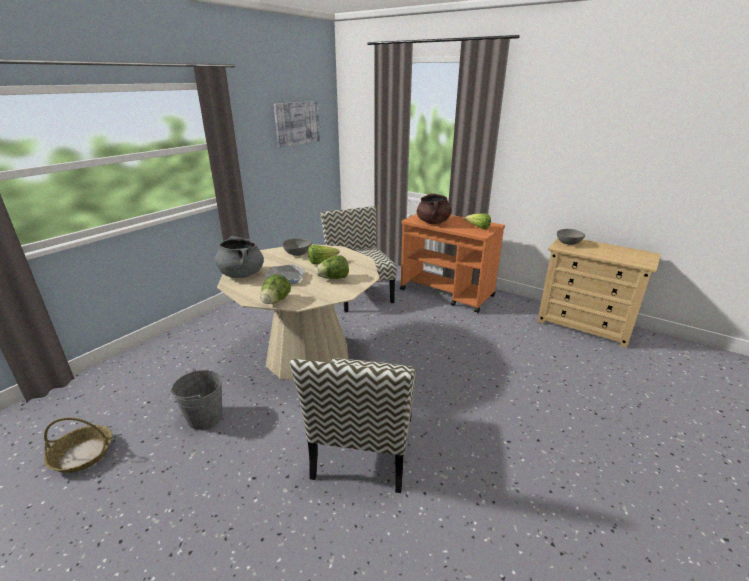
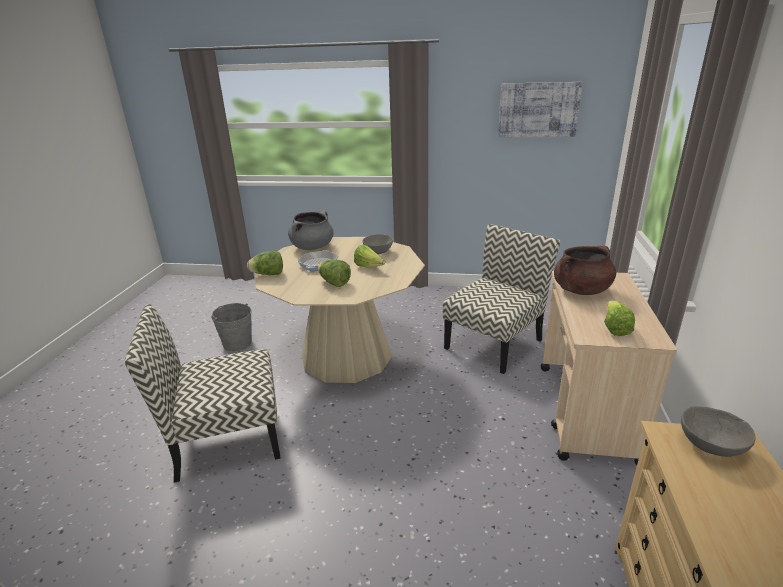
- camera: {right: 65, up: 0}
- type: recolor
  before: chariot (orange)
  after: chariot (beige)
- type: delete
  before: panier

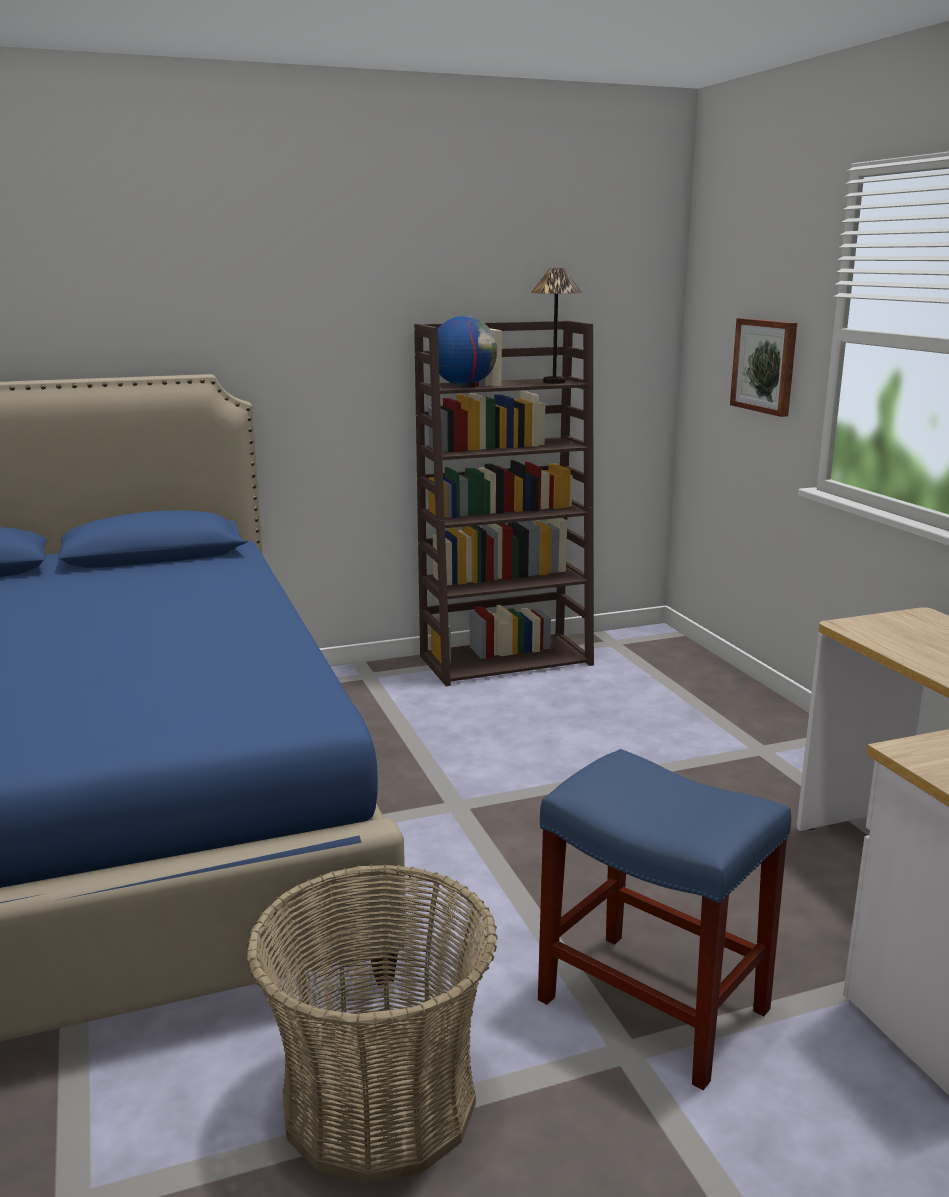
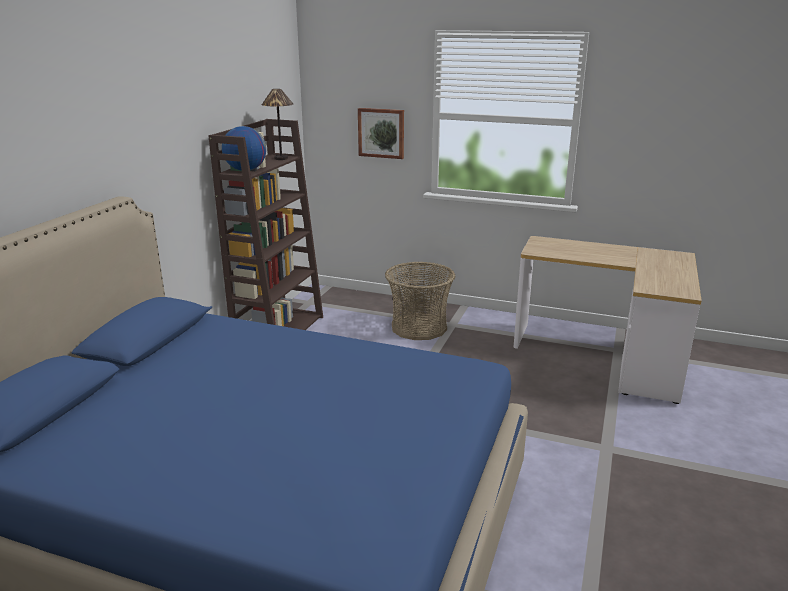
- camera: {right: -50, up: 5}
- type: move
  before: panier
- type: delete
  before: tabouret (bleu)

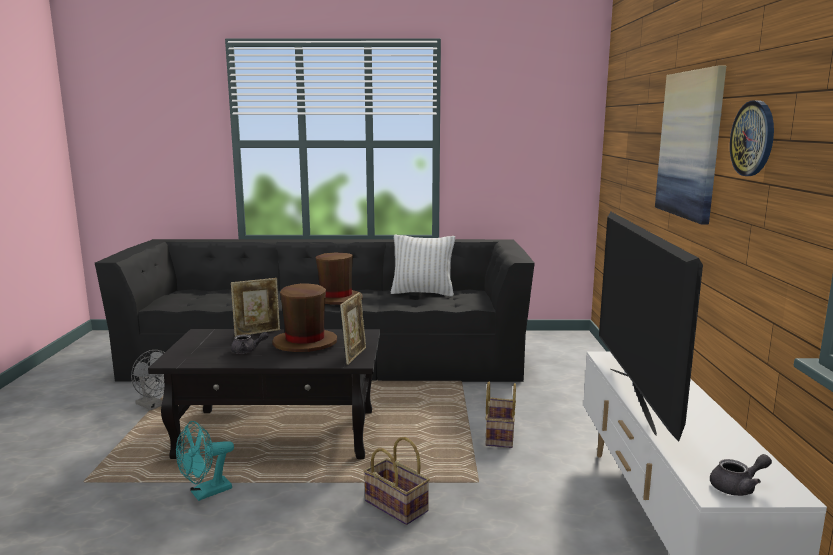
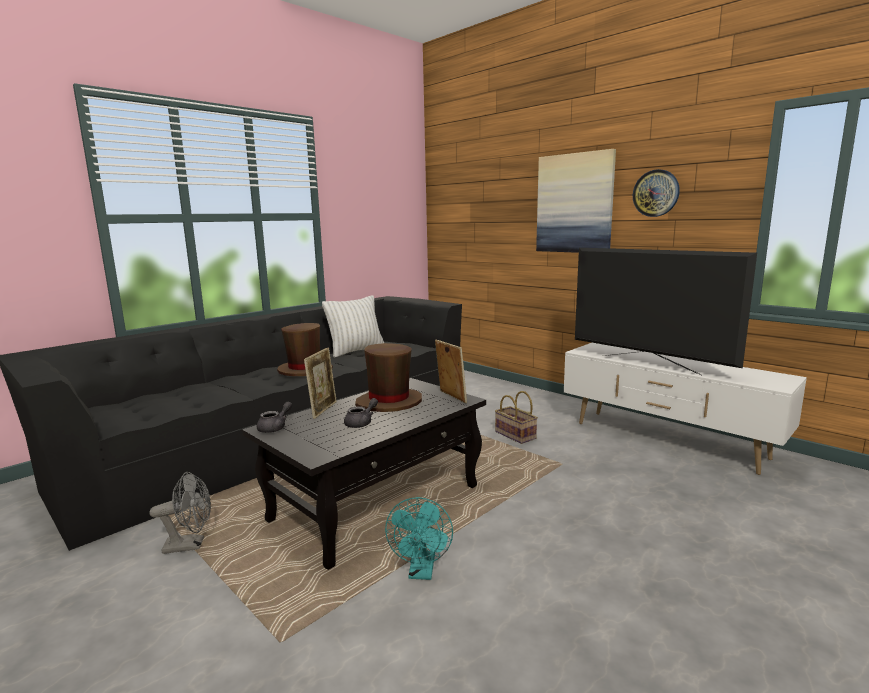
- camera: {right: -45, up: 0}
- type: move
  before: théière (gris) (2nd from left in the first image)
  after: théière (gris) (1st from left)
- type: delete
  before: panier (1st from left)

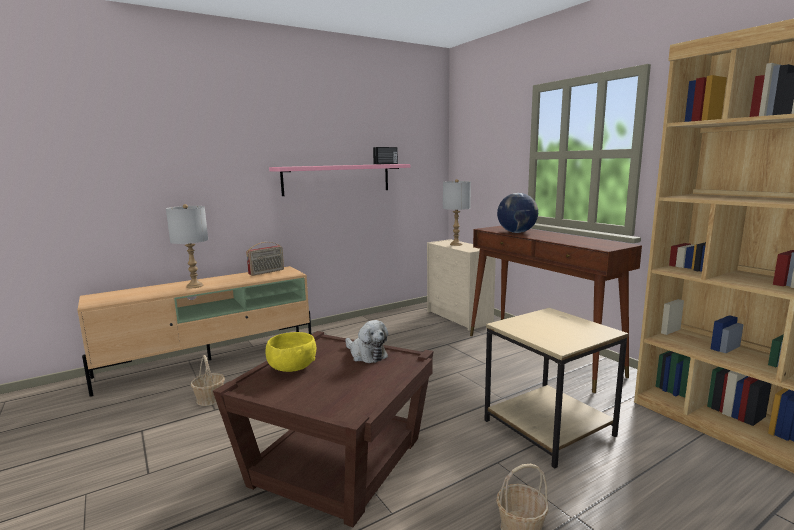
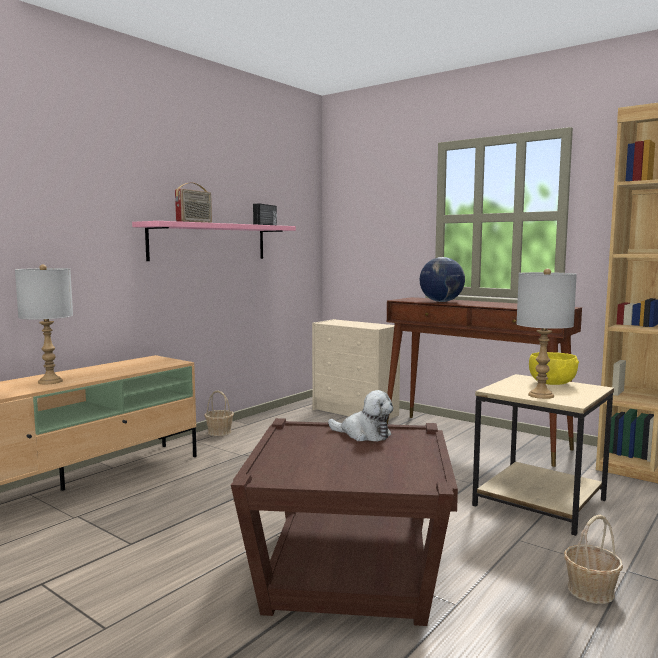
- camera: {right: -20, up: -5}
- type: move
  before: radio (1st from left)
- type: move
  before: panier (1st from left)
- type: move
  before: lampe de table (gris) (2nd from left)
- type: move
  before: bol (jaune)

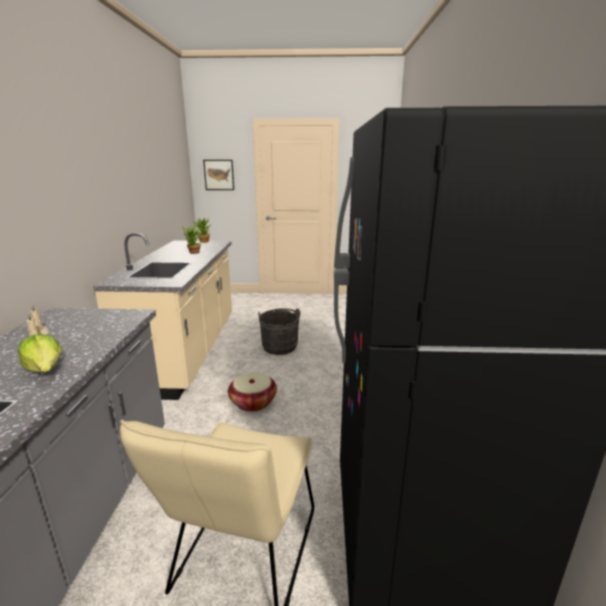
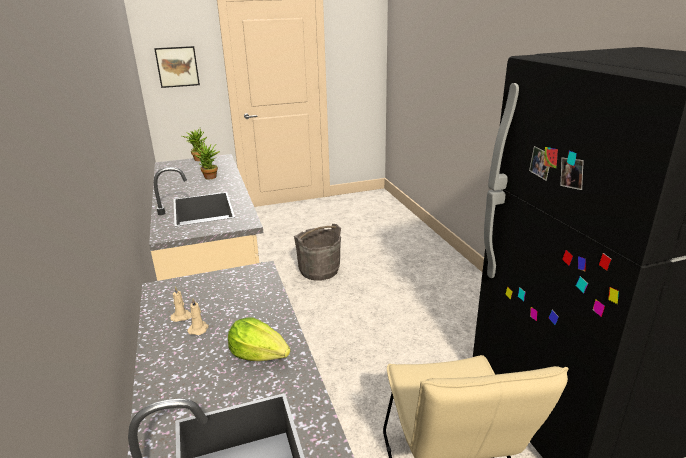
- camera: {right: -20, up: 5}
- type: delete
  before: panier

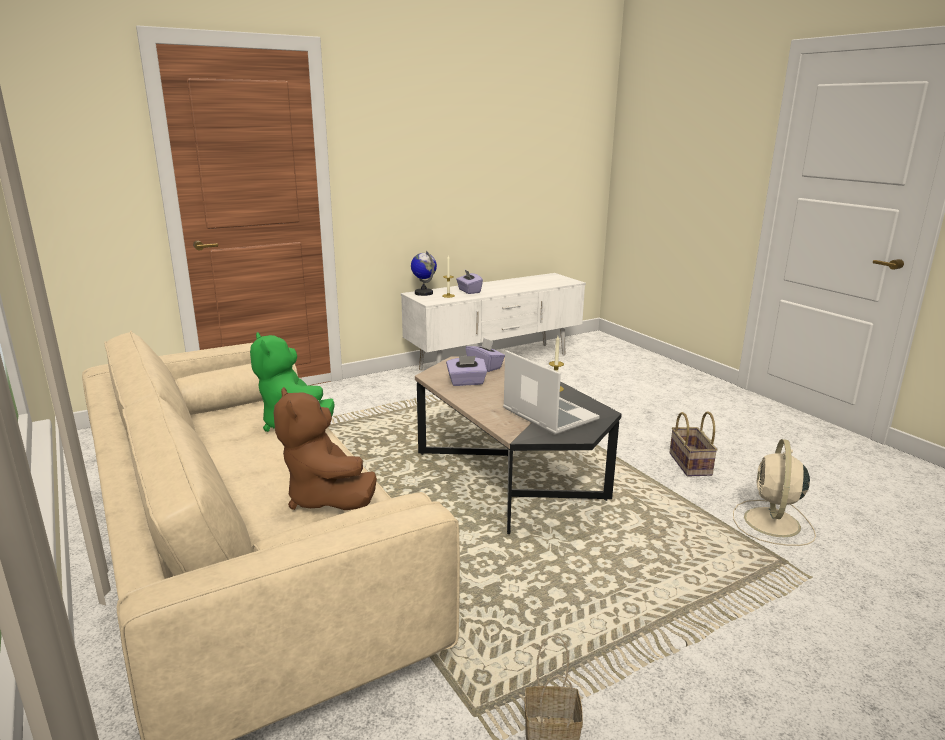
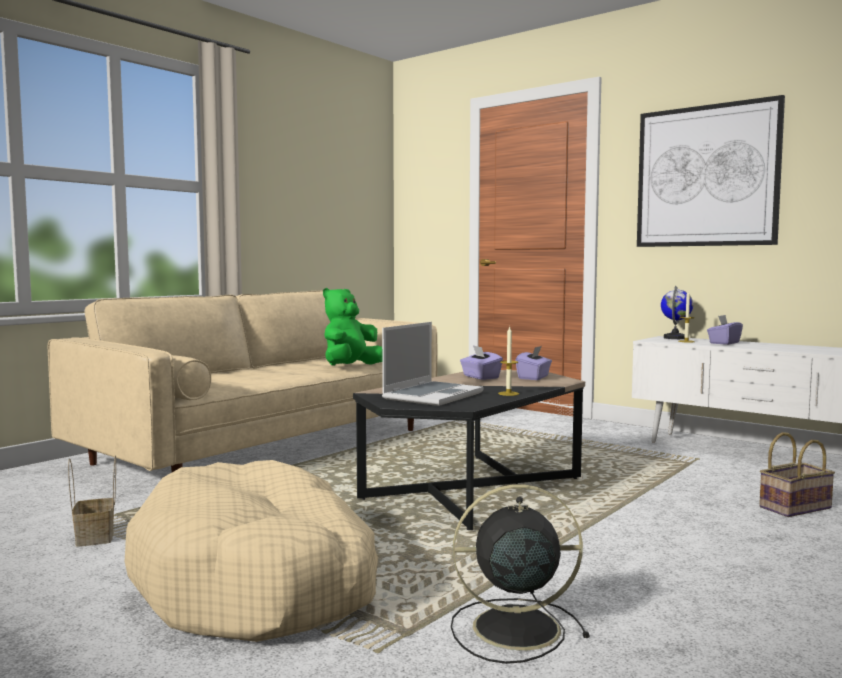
- camera: {right: 70, up: -15}
- type: insert
  after: panier pour chien (beige)
- type: recolor
  before: ventilateur (beige)
  after: ventilateur (noir)
- type: insert
  after: tableau
- type: move
  before: panier (2nd from left)
- type: delete
  before: peluche (marron)

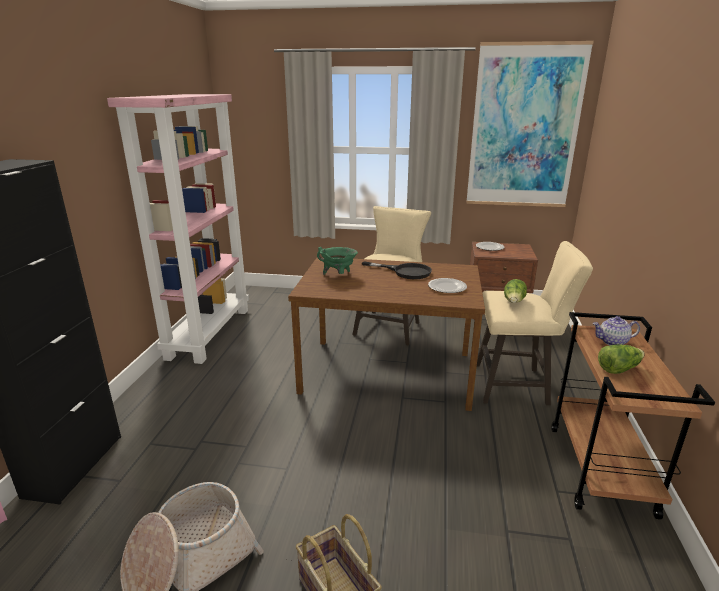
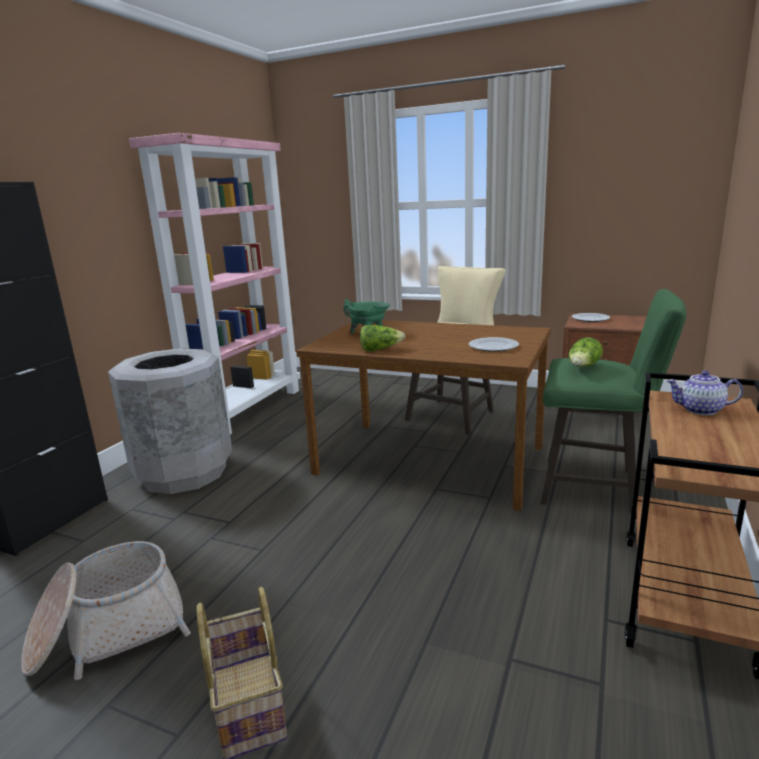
- camera: {right: 15, up: -5}
- type: insert
  after: poubelle (gris)
- type: move
  before: laitue (2nd from left in the first image)
  after: laitue (1st from left)
- type: recolor
  before: tabouret (beige) (2nd from left)
  after: tabouret (vert)
- type: delete
  before: poêle (noir)
- type: delete
  before: tableau

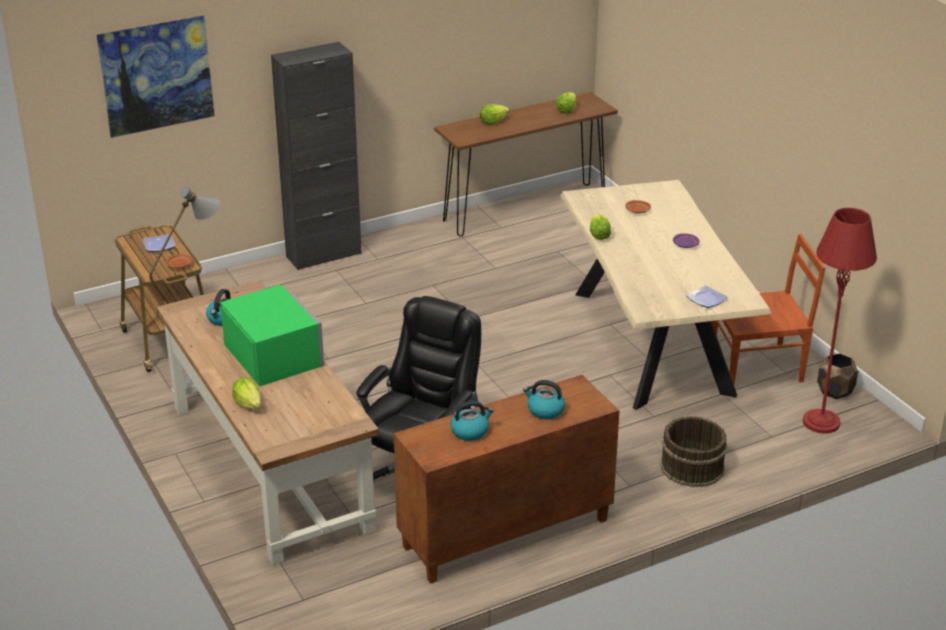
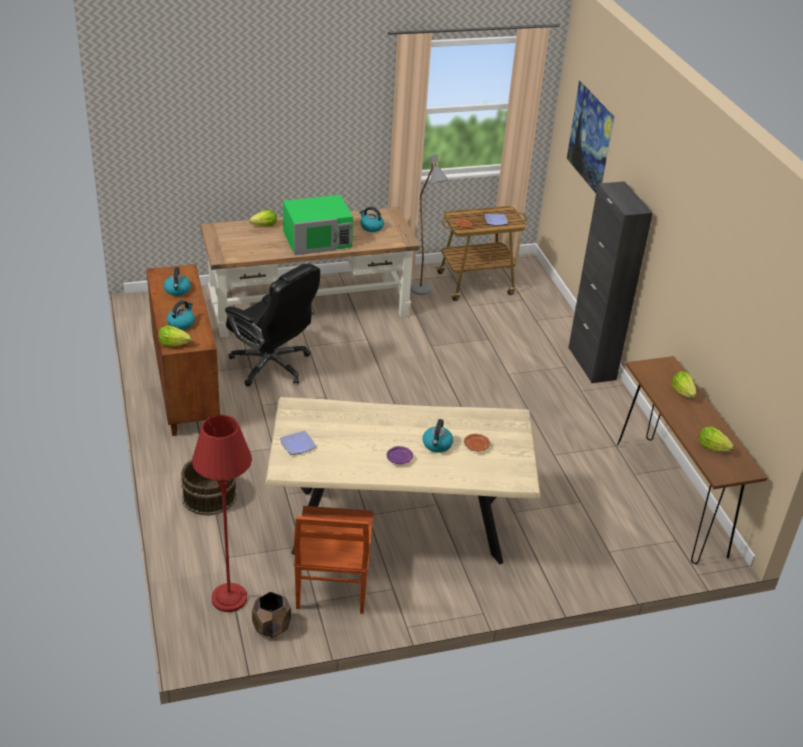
- camera: {right: 100, up: 5}
- type: move
  before: laitue (4th from left in the first image)
  after: laitue (1st from left)
- type: insert
  after: bouilloire (4th from left)

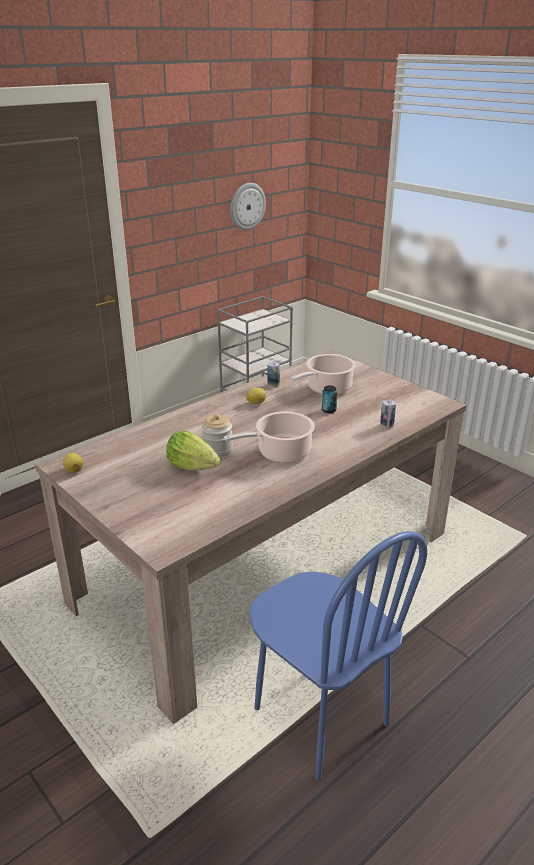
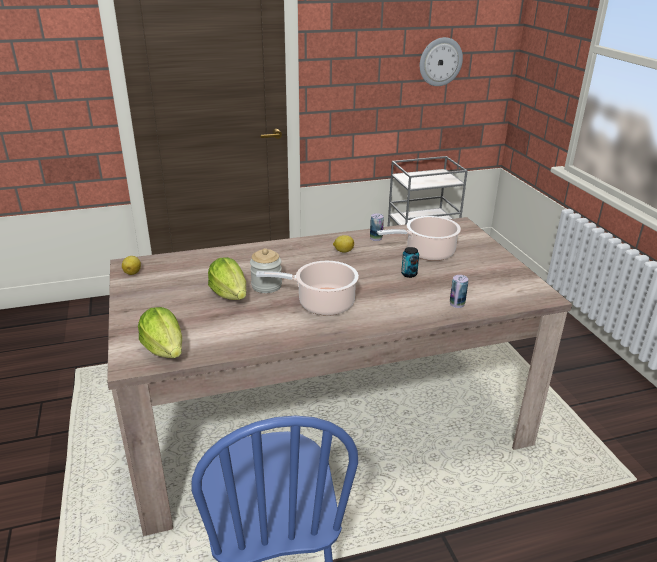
- camera: {right: 25, up: 0}
- type: insert
  after: laitue (1st from left)

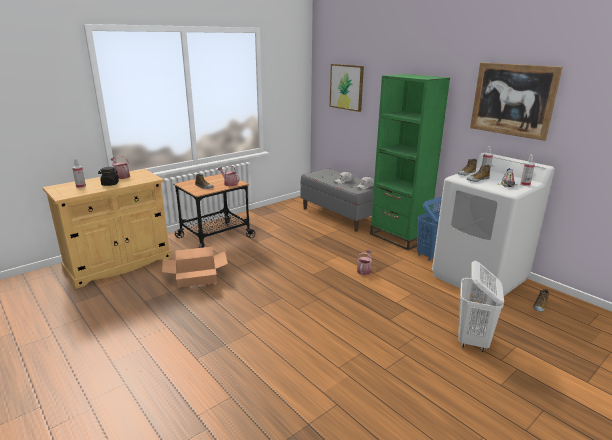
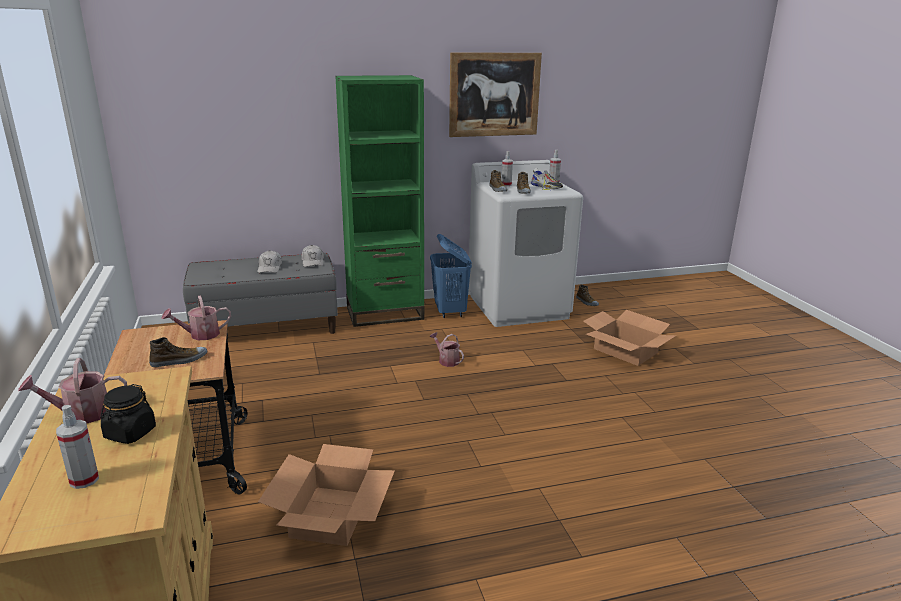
- camera: {right: -65, up: 0}
- type: replace
  before: panier à linge (blanc)
  after: carton (2nd from left)
- type: delete
  before: tableau (1st from left)

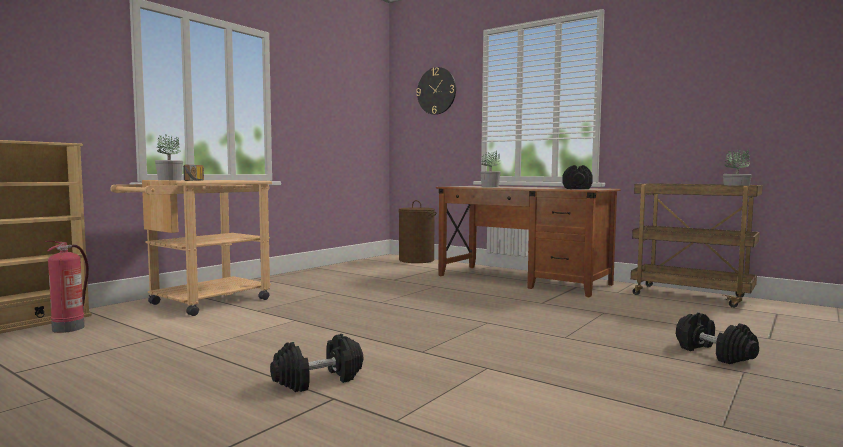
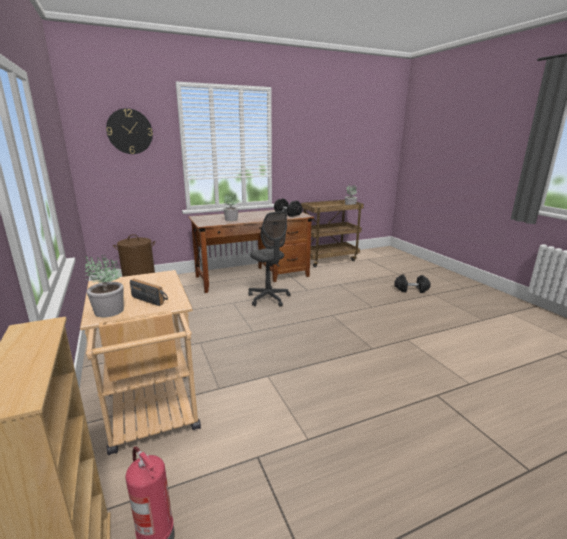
- camera: {right: -60, up: 15}
- type: insert
  after: chaise de bureau (gris)
- type: delete
  before: haltère (noir) (1st from left)

